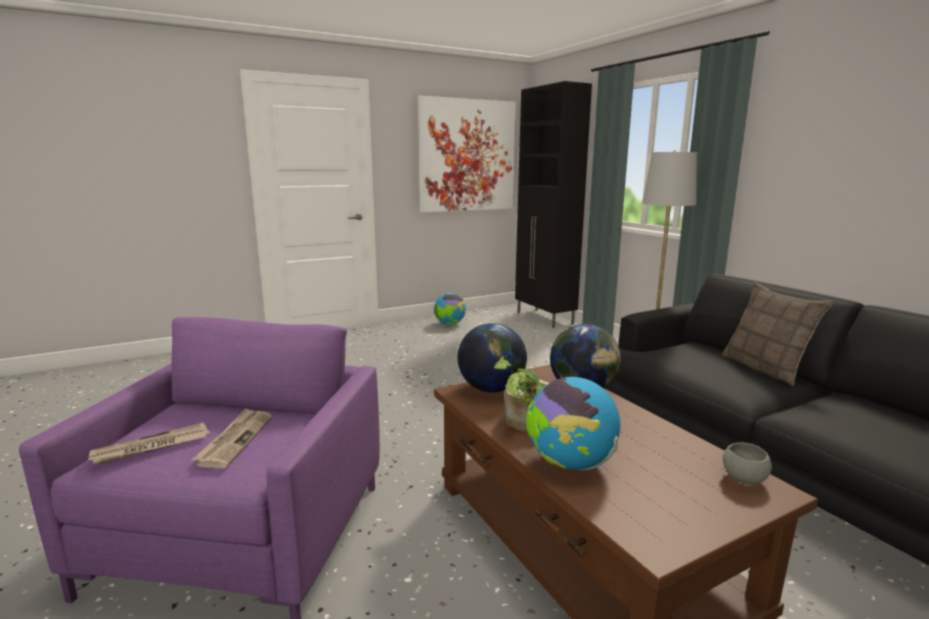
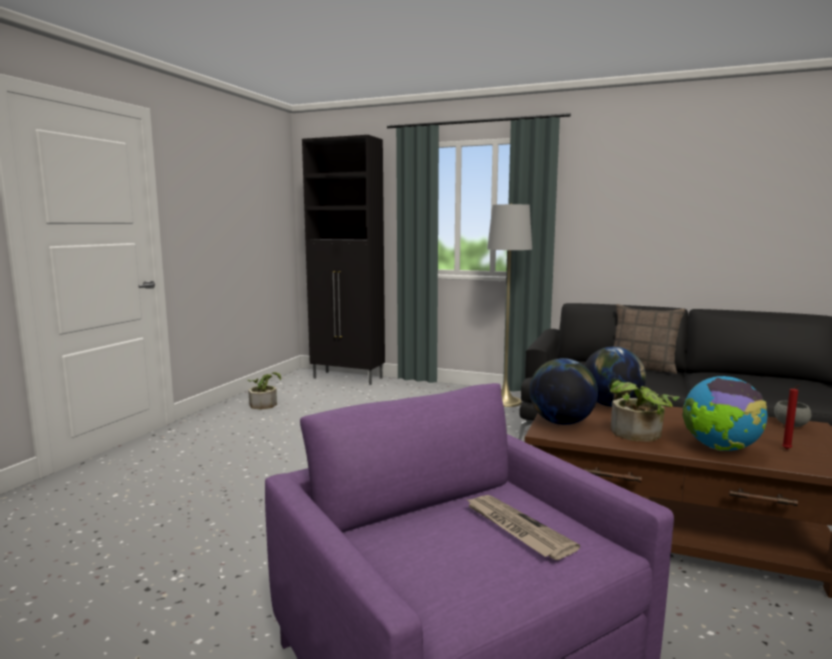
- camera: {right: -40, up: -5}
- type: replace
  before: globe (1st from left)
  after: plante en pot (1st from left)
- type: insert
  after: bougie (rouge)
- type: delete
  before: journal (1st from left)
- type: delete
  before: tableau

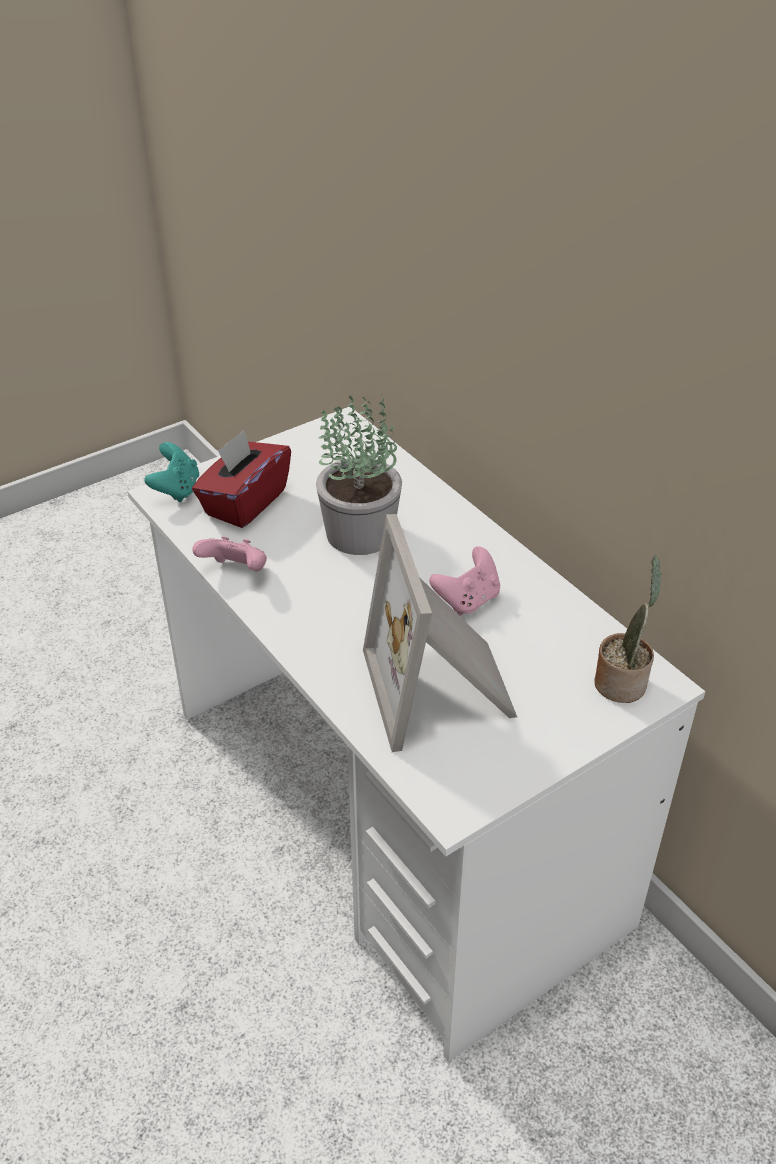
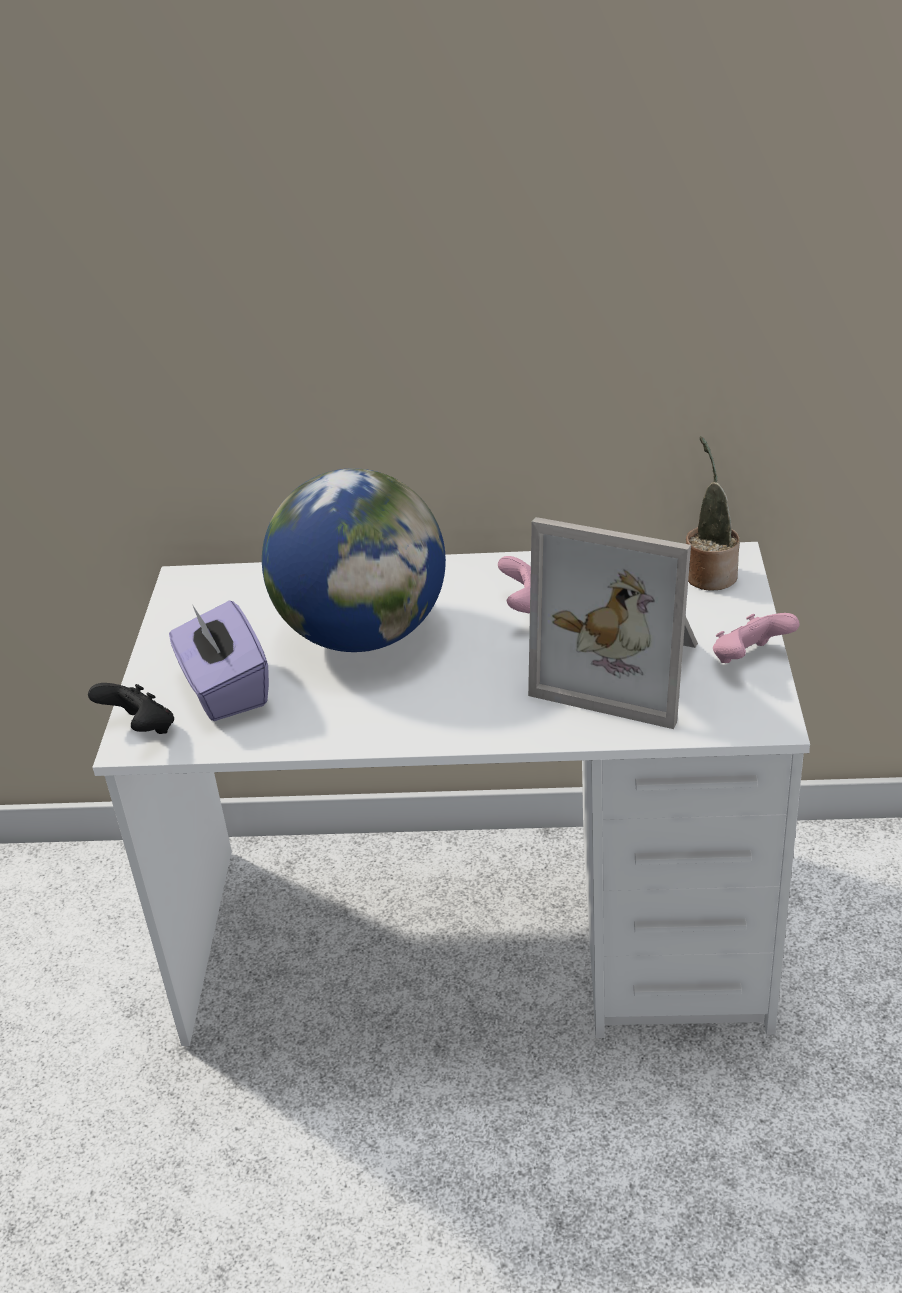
- camera: {right: -50, up: -5}
- type: recolor
  before: manette (turquoise)
  after: manette (noir)
- type: recolor
  before: boîte à mouchoirs (rouge)
  after: boîte à mouchoirs (violet)
- type: replace
  before: plante en pot (1st from left)
  after: globe
- type: move
  before: manette (rose) (1st from left in the first image)
  after: manette (rose) (2nd from left)

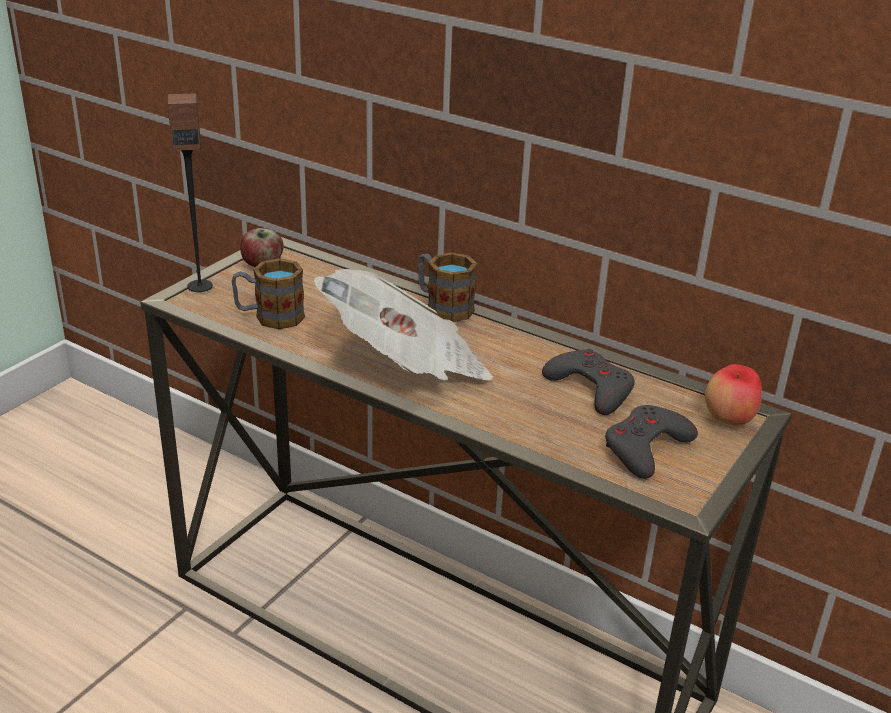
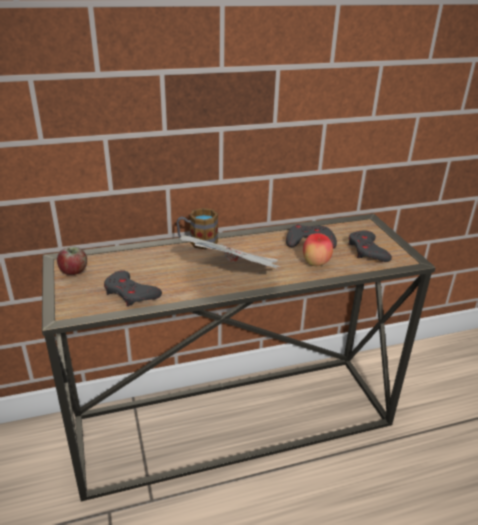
- camera: {right: -50, up: 0}
- type: replace
  before: mug (1st from left)
  after: manette (gris) (1st from left)
- type: move
  before: pomme (2nd from left)
- type: delete
  before: enceinte

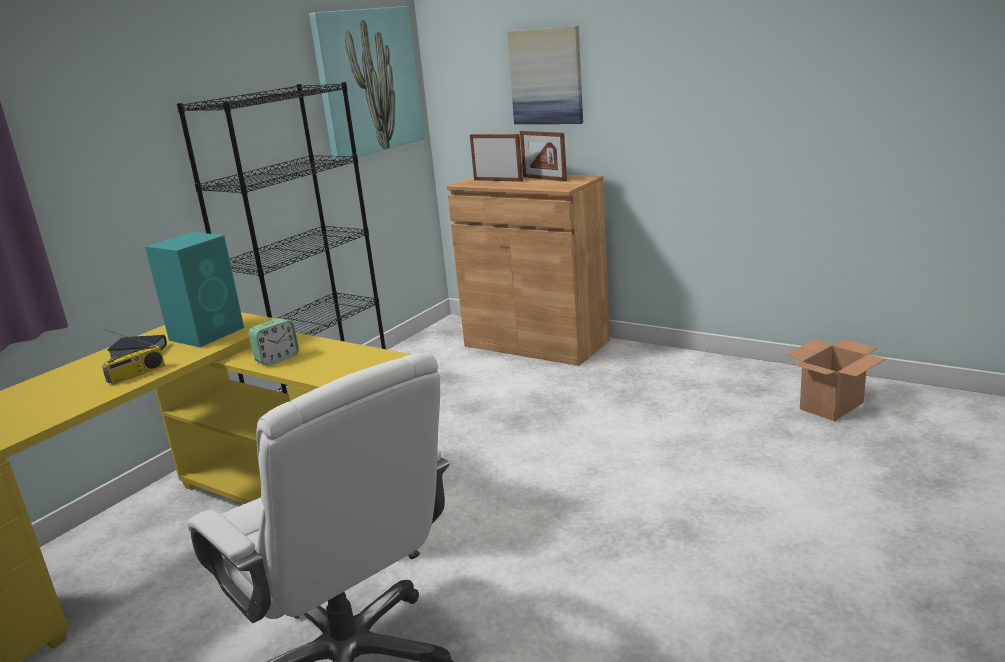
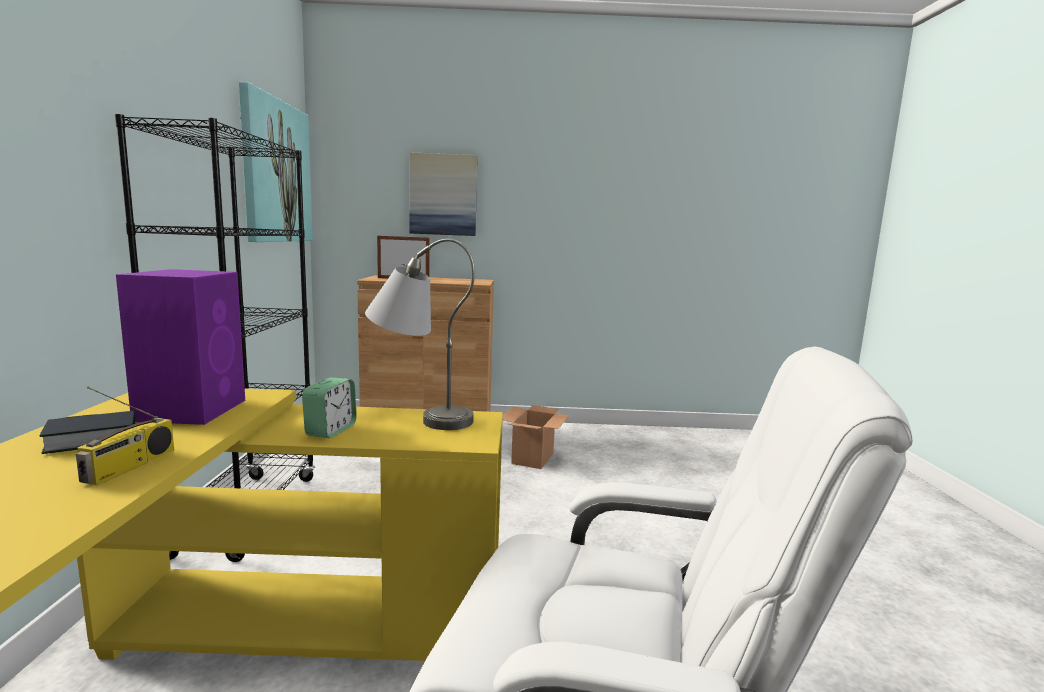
- camera: {right: -35, up: -10}
- type: recolor
  before: enceinte (turquoise)
  after: enceinte (violet)
- type: insert
  after: lampe de table (gris)
- type: move
  before: carton
- type: delete
  before: cadre photo (2nd from left)

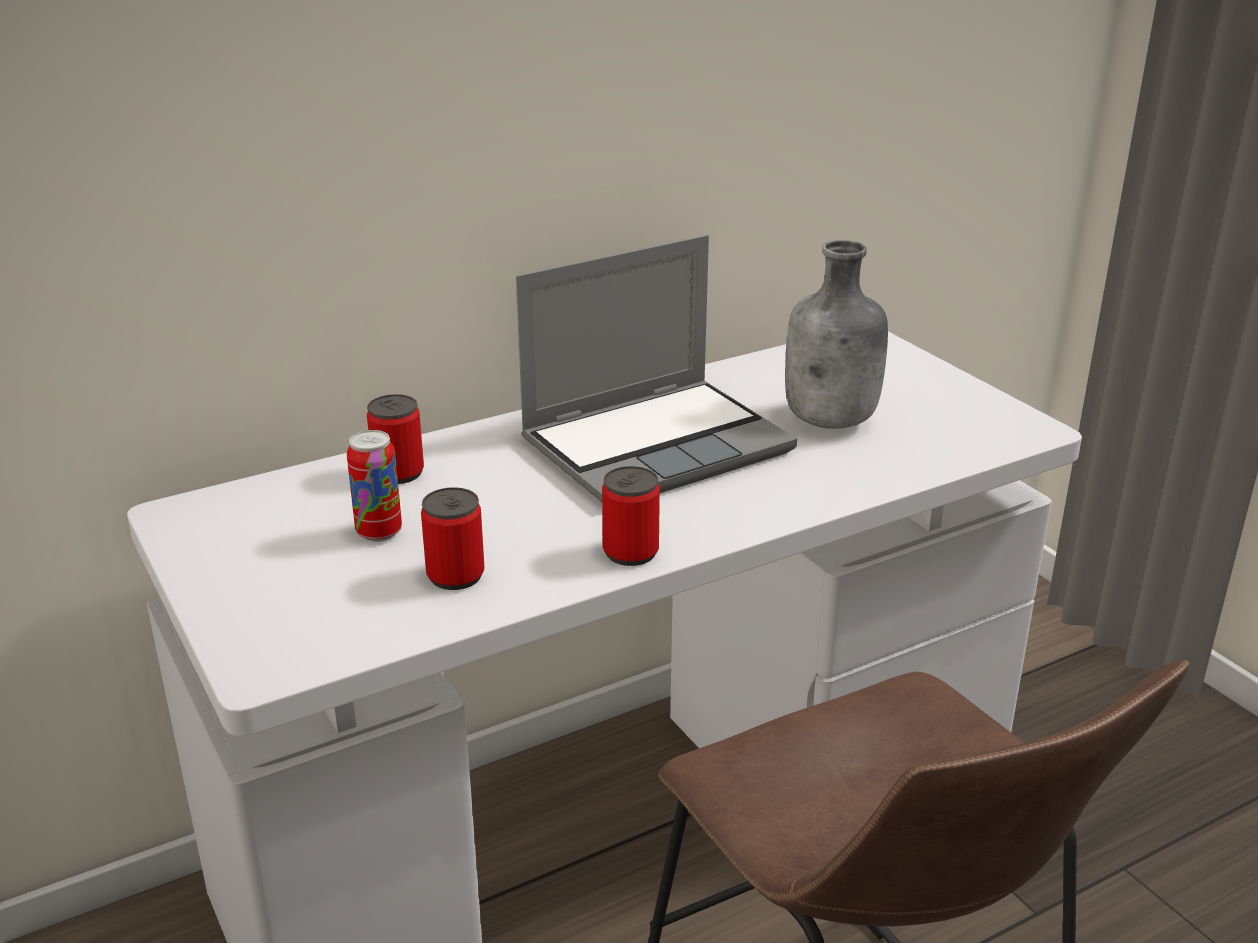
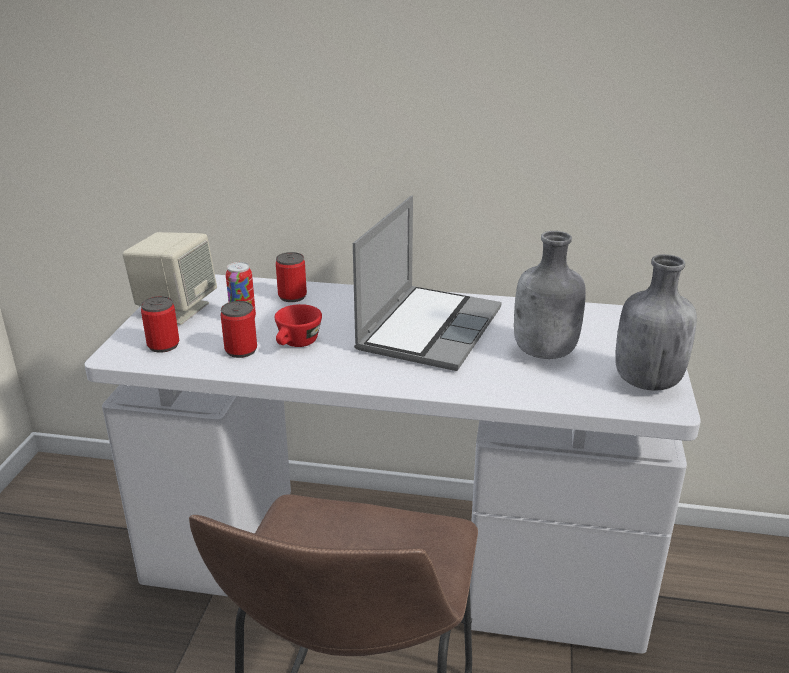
- camera: {right: 40, up: 0}
- type: insert
  after: enceinte (beige)
- type: move
  before: boîte métallique (4th from left in the first image)
  after: boîte métallique (1st from left)
- type: insert
  after: tasse (rouge)
- type: rotate
  before: ordinateur portable
  turn: -75
- type: insert
  after: bouteille (gris) (2nd from left)

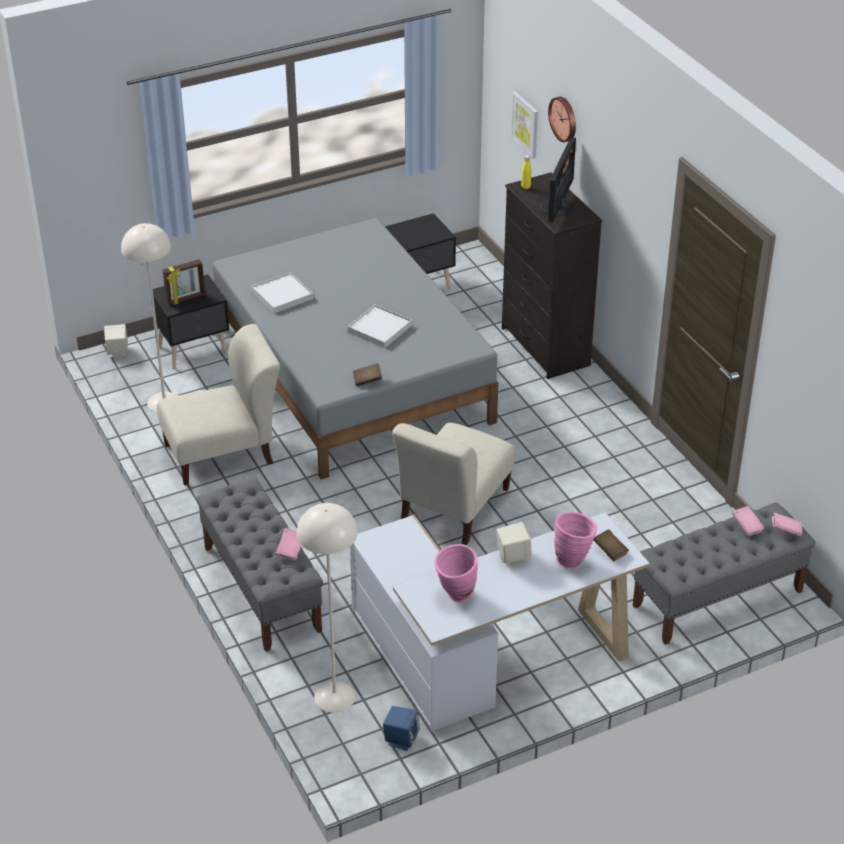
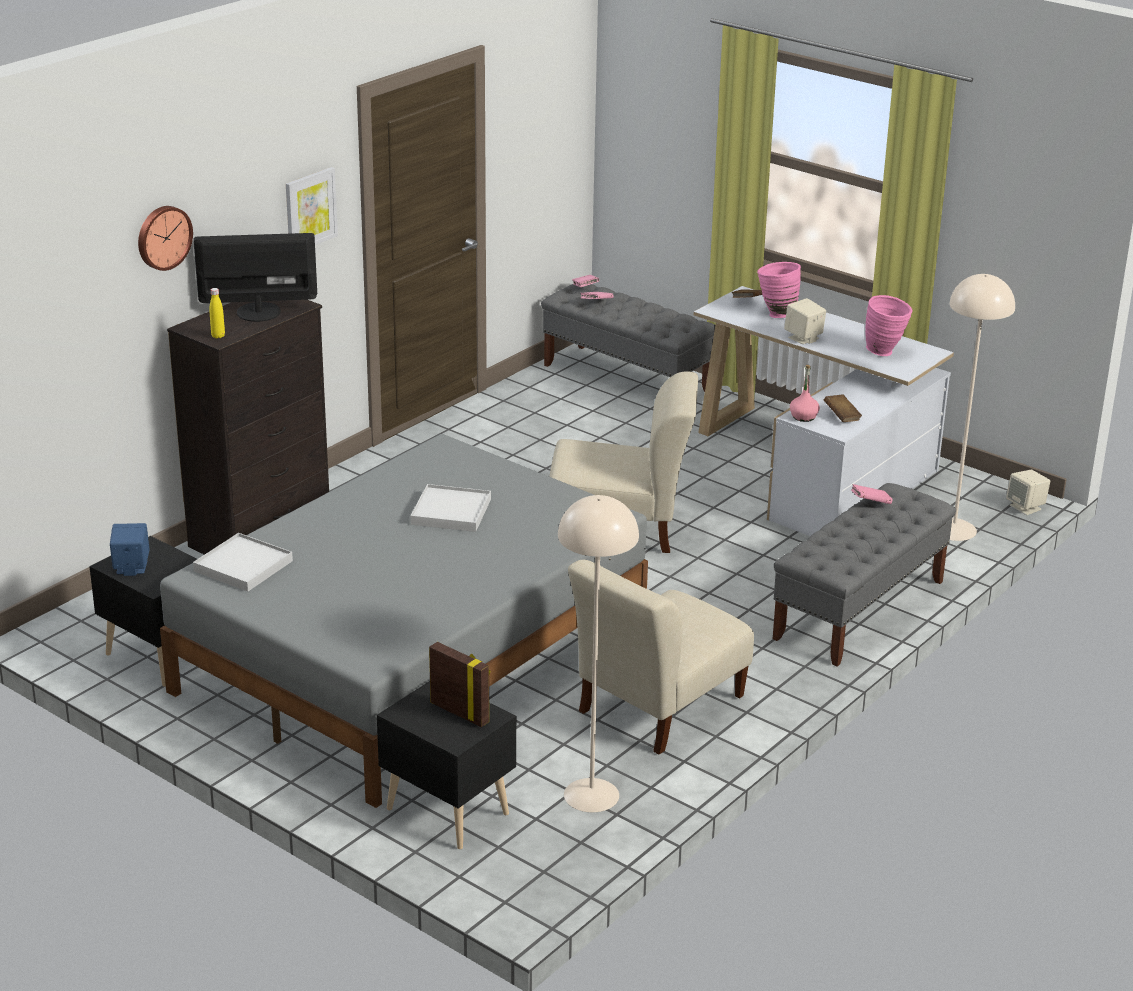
- camera: {right: -115, up: -10}
- type: move
  before: enceinte (bleu)
- type: move
  before: plateau (blanc) (1st from left)
- type: move
  before: tableau
- type: rotate
  before: chaise (beige) (1st from left in the first image)
  turn: -90
- type: insert
  after: bouteille (rose)
- type: move
  before: livre (marron) (1st from left in the first image)
  after: livre (marron) (2nd from left)
- type: move
  before: enceinte (beige) (1st from left in the first image)
  after: enceinte (beige) (2nd from left)

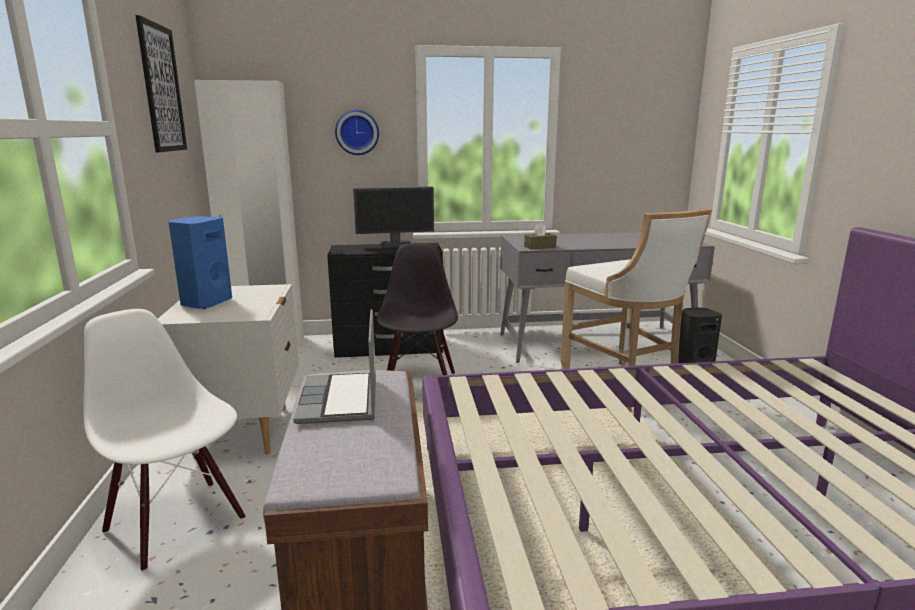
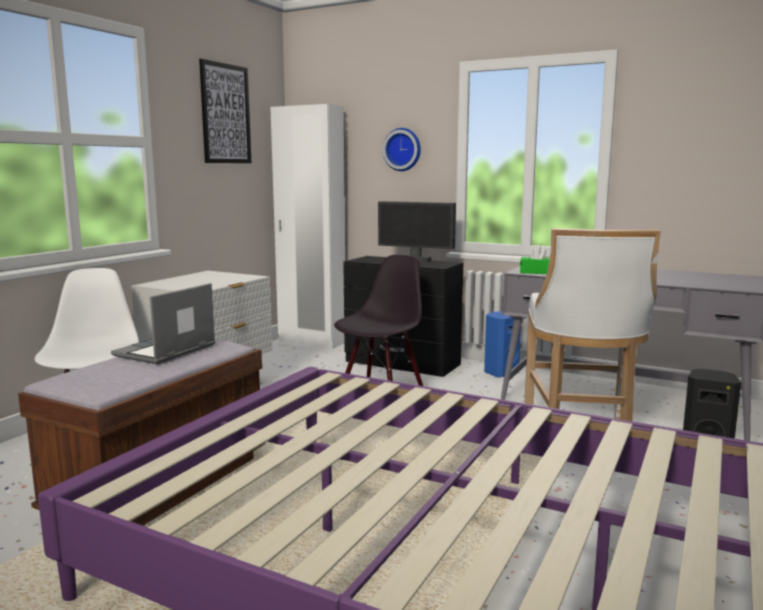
- camera: {right: 35, up: -5}
- type: move
  before: enceinte (bleu)
- type: recolor
  before: boîte à mouchoirs (marron)
  after: boîte à mouchoirs (vert)

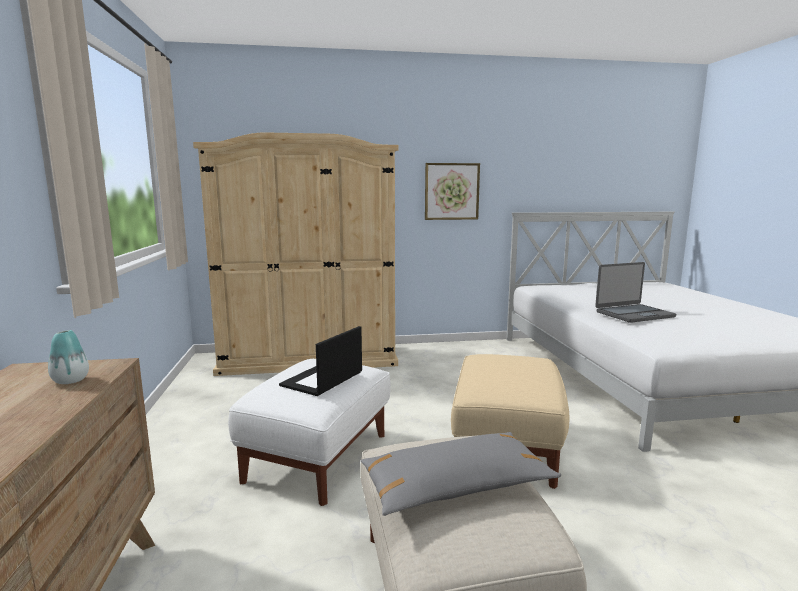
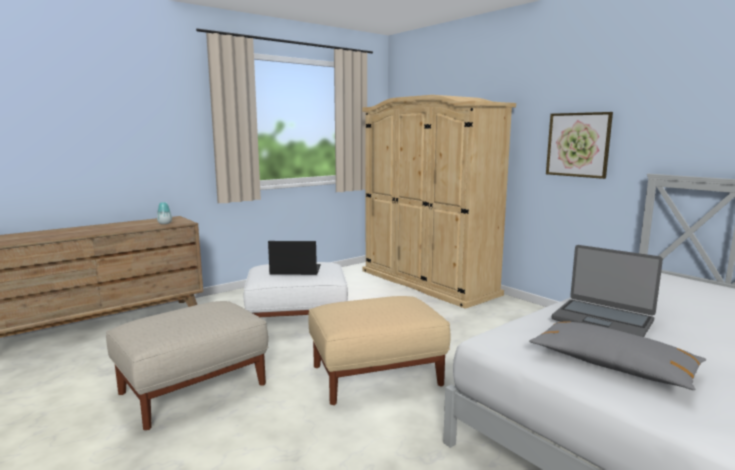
- camera: {right: 60, up: 0}
- type: move
  before: coussin (gris)

